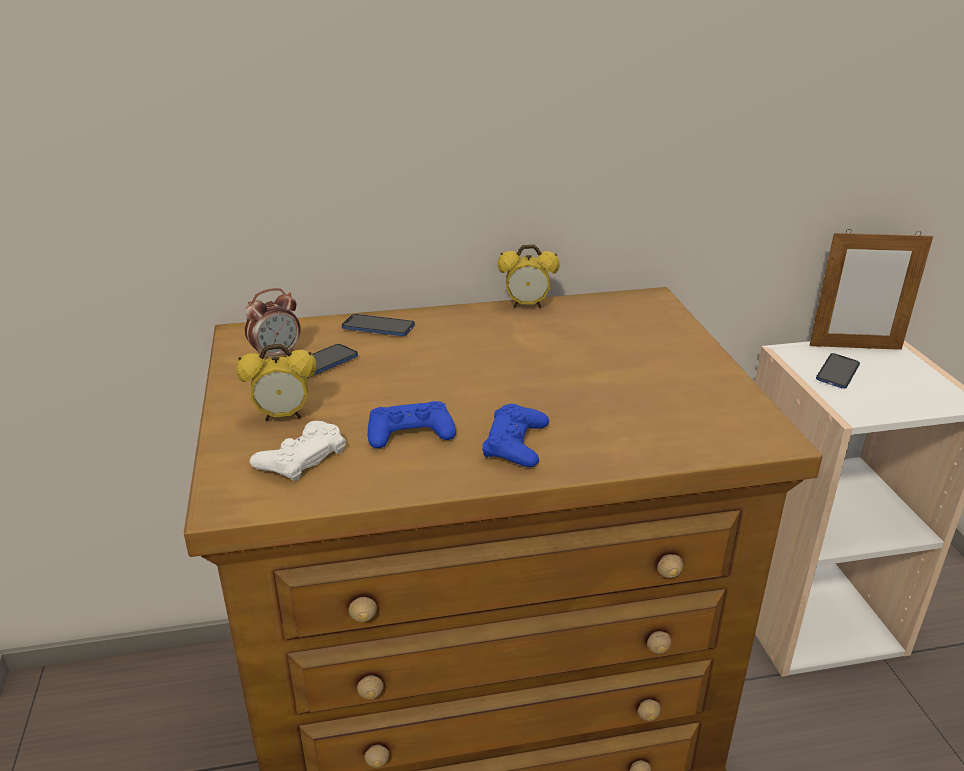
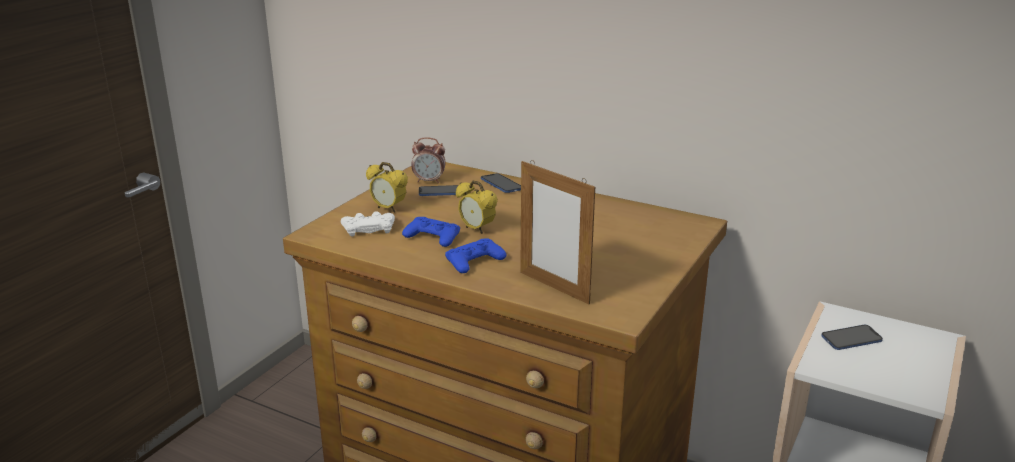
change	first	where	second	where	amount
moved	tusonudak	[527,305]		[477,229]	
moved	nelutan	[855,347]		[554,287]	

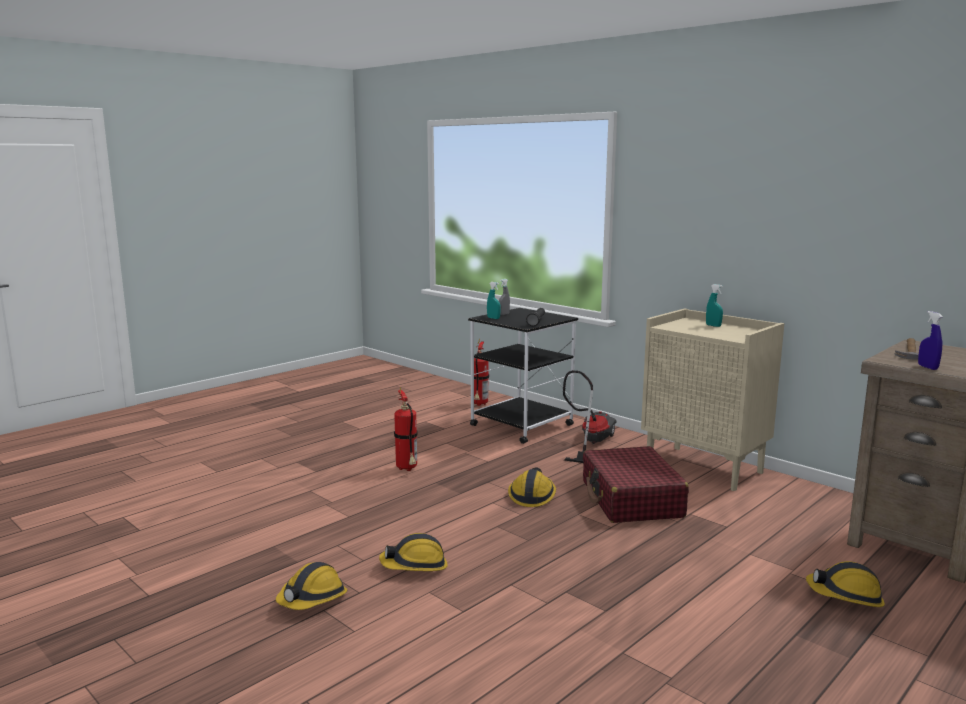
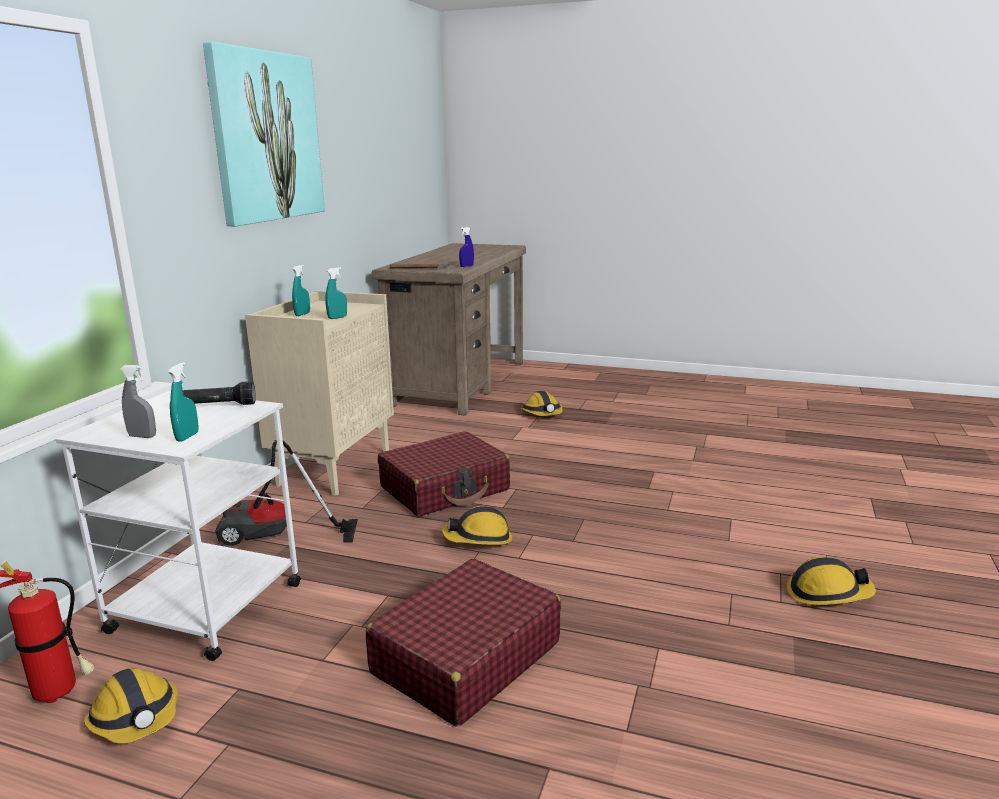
change	first	where	second	where	amount
recoloured	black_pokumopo	[522,426]	white_pokumopo	[208,605]	
moved	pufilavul	[415,566]		[136,719]	
added			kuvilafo	[266,137]	
added			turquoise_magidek	[337,317]	
replaced	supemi	[407,469]	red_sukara	[465,658]	

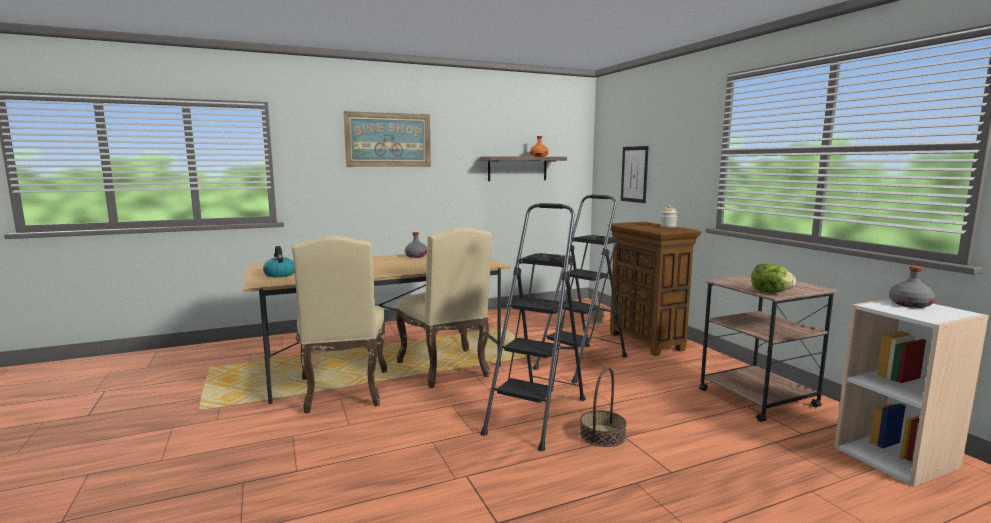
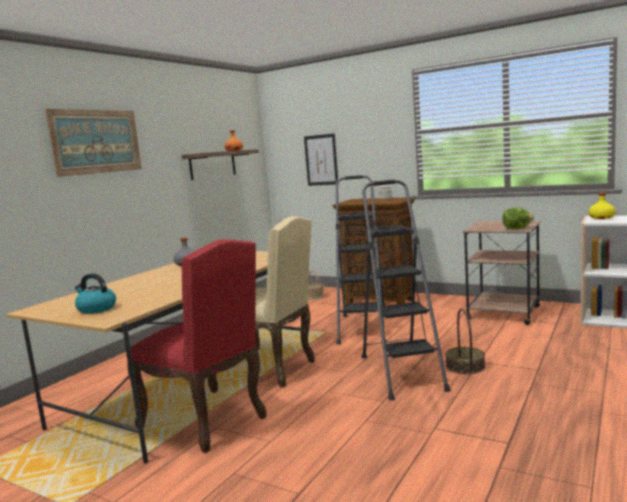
change	first	where	second	where	amount
recoloured	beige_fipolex	[343,392]	red_fipolex	[207,421]	
recoloured	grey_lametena	[909,304]	yellow_lametena	[601,218]	

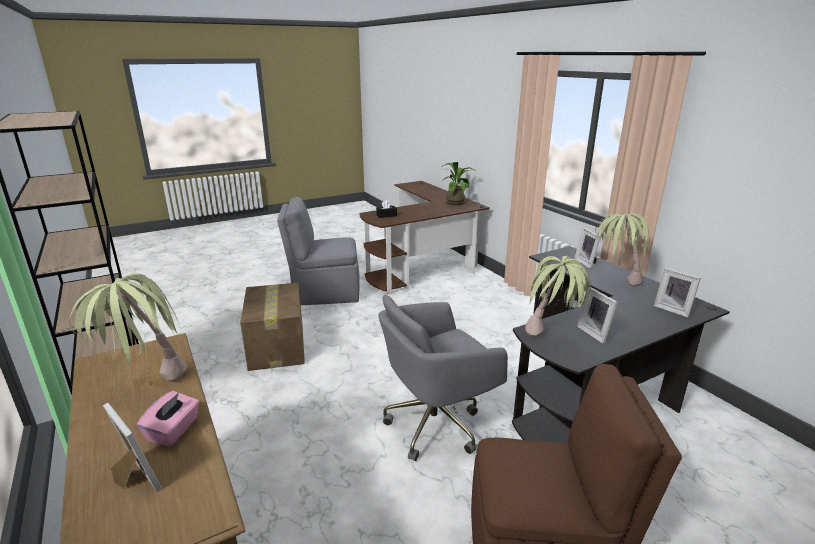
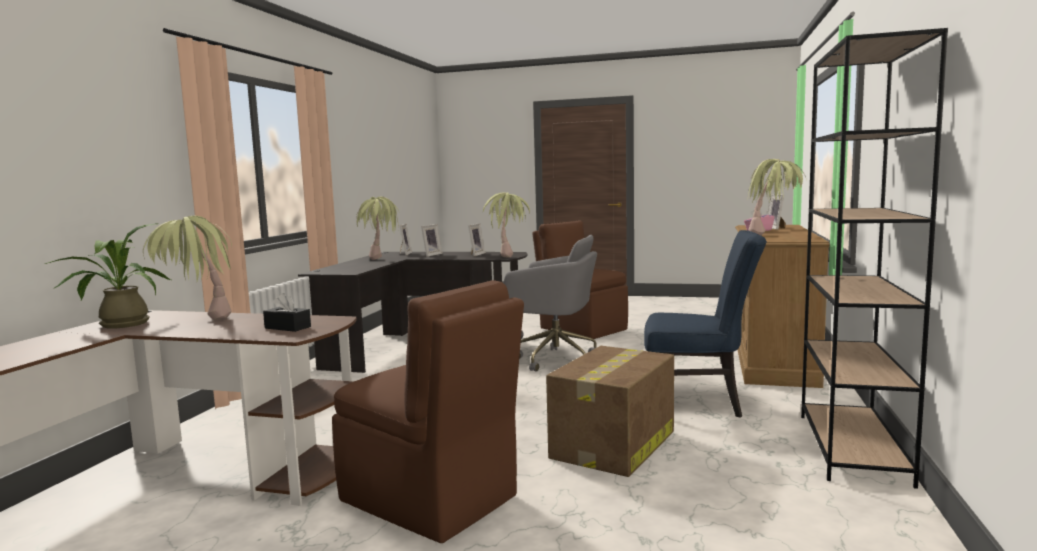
change	first	where	second	where	amount
added			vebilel	[198,324]	
recoloured	grey_fipolex	[324,293]	brown_fipolex	[431,500]	
moved	nelutan	[586,263]		[430,255]	
added			blue_fipolex	[700,402]	

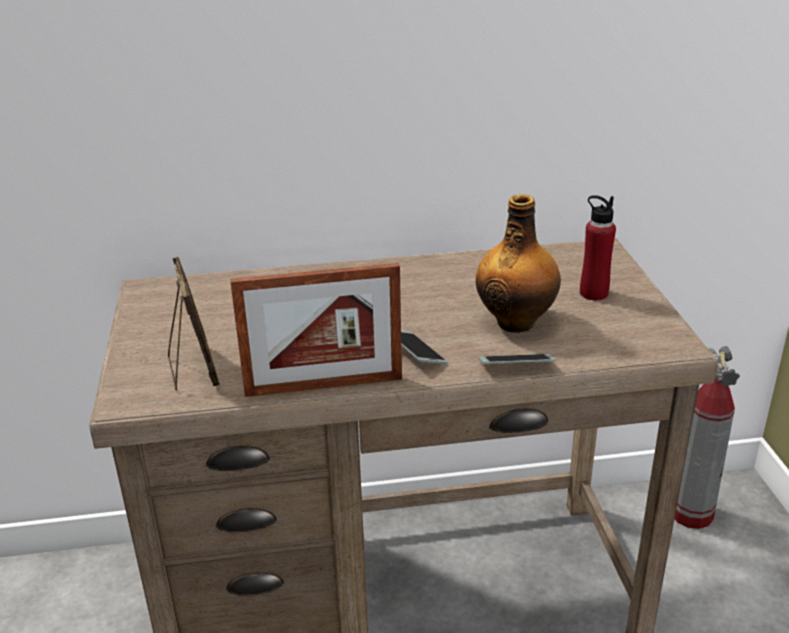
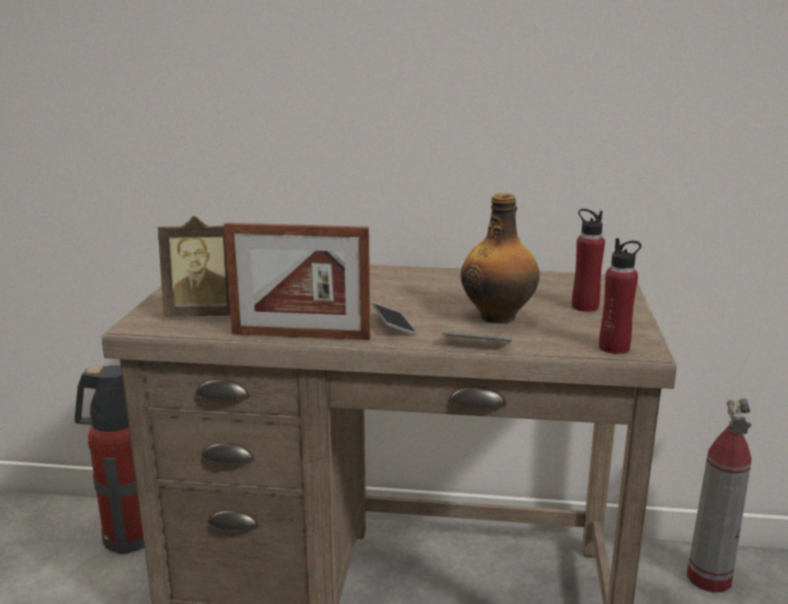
change	first	where	second	where	amount
added			supemi	[127,536]	
turned	nelutan	[193,371]		[204,314]	90 degrees clockwise
added			red_lametena	[614,348]	

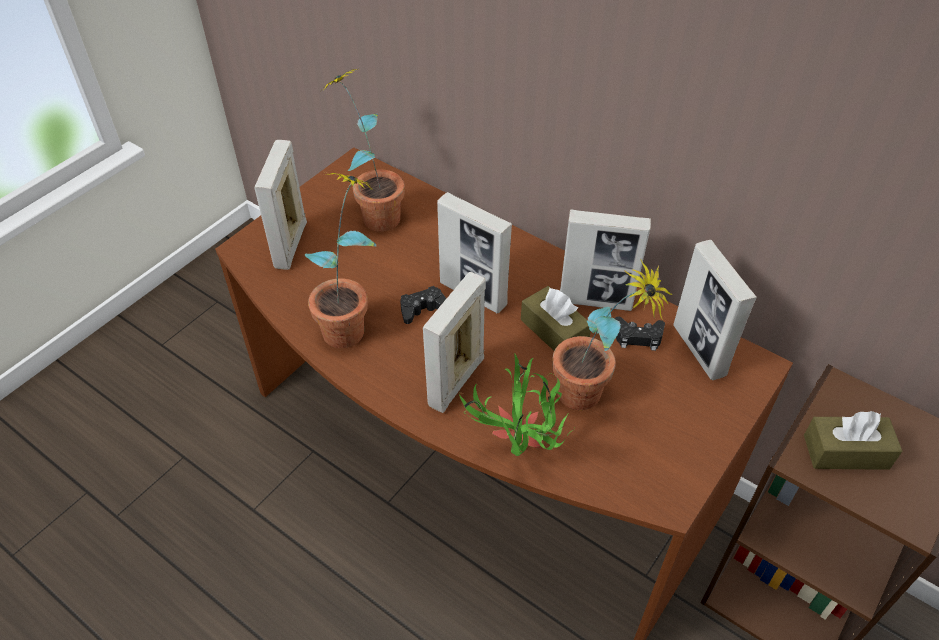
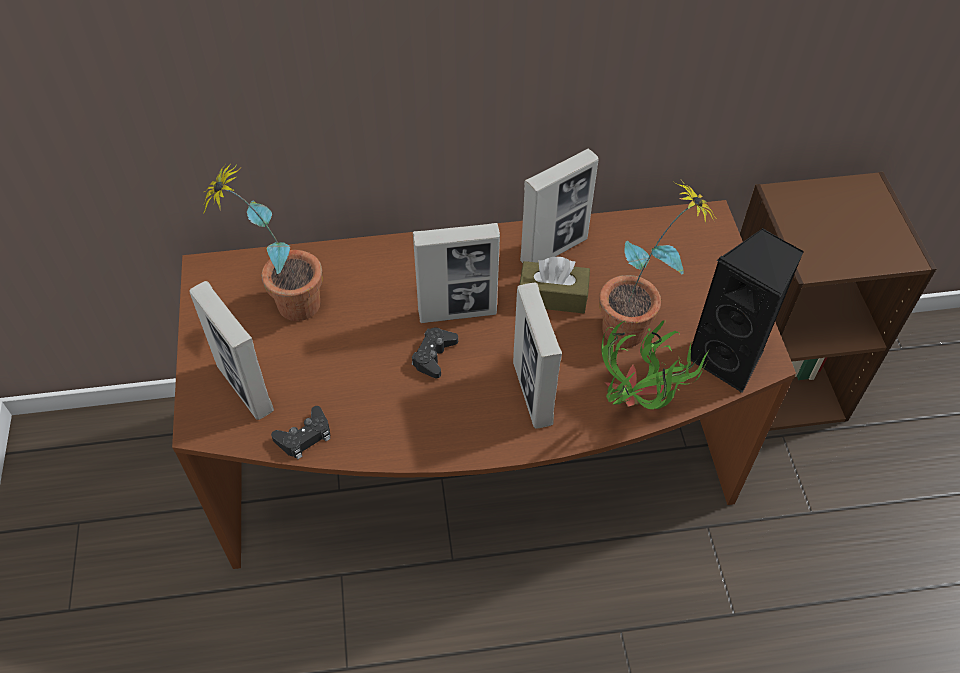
change	first	where	second	where	amount
moved	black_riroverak	[638,337]		[304,436]	
added			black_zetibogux	[729,359]	
removed	vebilel	[351,323]			
removed	nelutan	[699,350]			
removed	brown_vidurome	[846,452]			

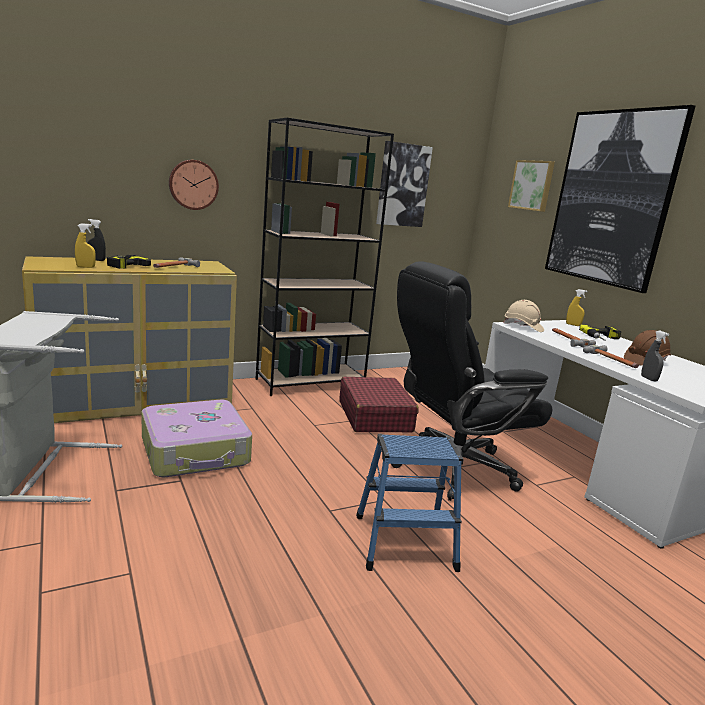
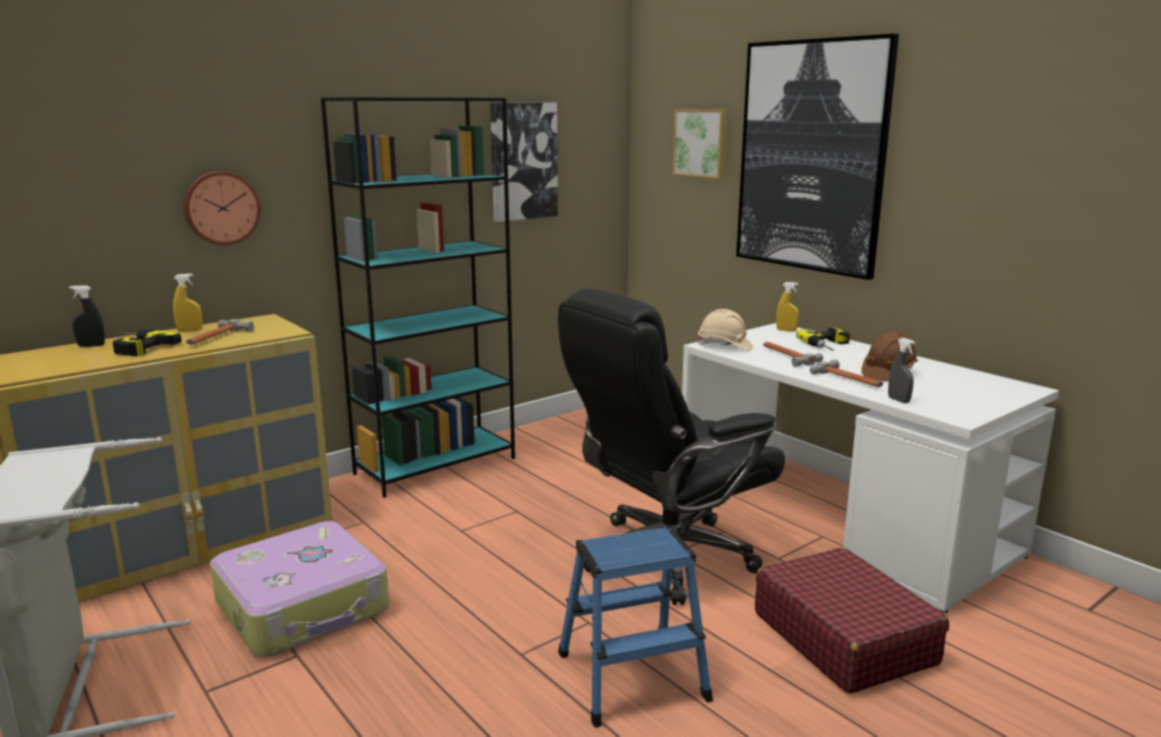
change	first	where	second	where	amount
moved	yellow_magidek	[85,267]		[190,330]	
recoloured	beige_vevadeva	[310,383]	turquoise_vevadeva	[436,465]	
moved	red_sukara	[375,416]		[843,637]	

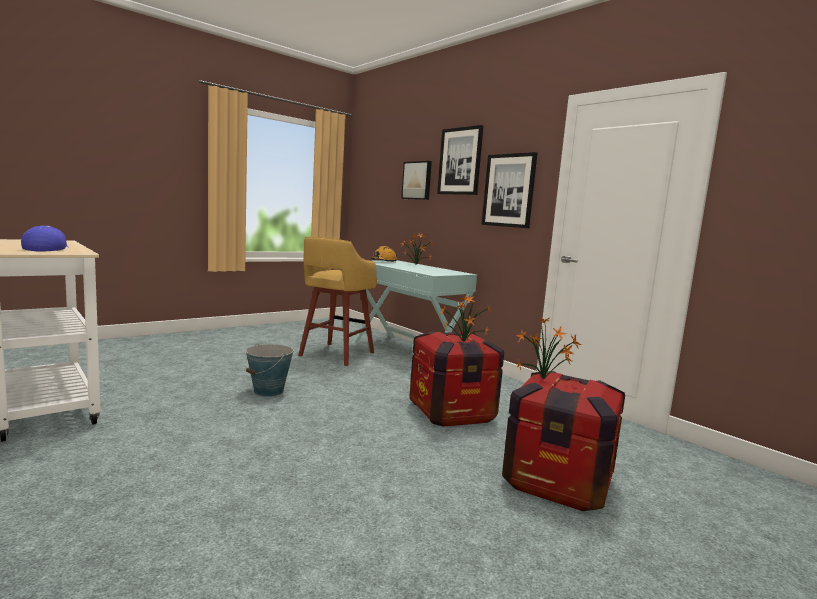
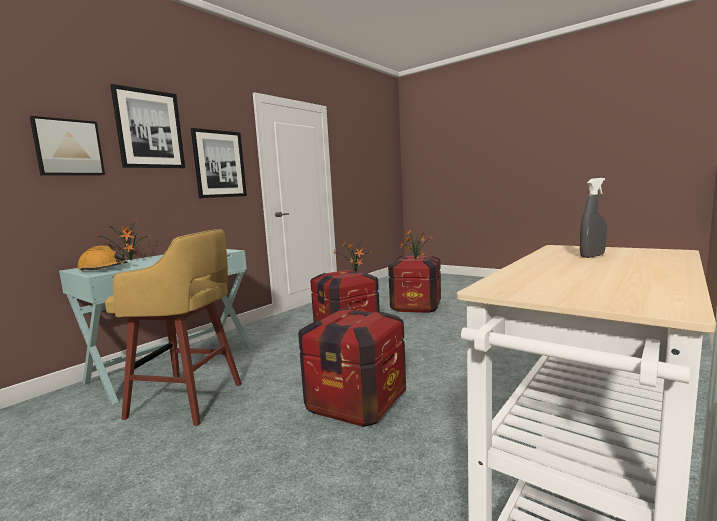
change	first	where	second	where	amount
replaced	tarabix	[269,391]	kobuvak	[356,402]	
replaced	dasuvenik	[47,249]	grey_magidek	[592,256]	

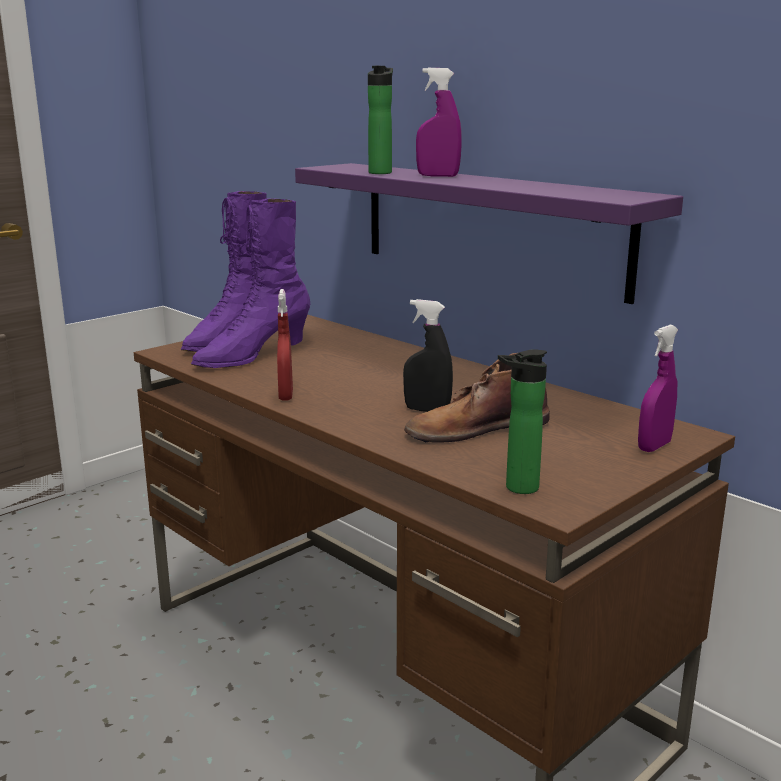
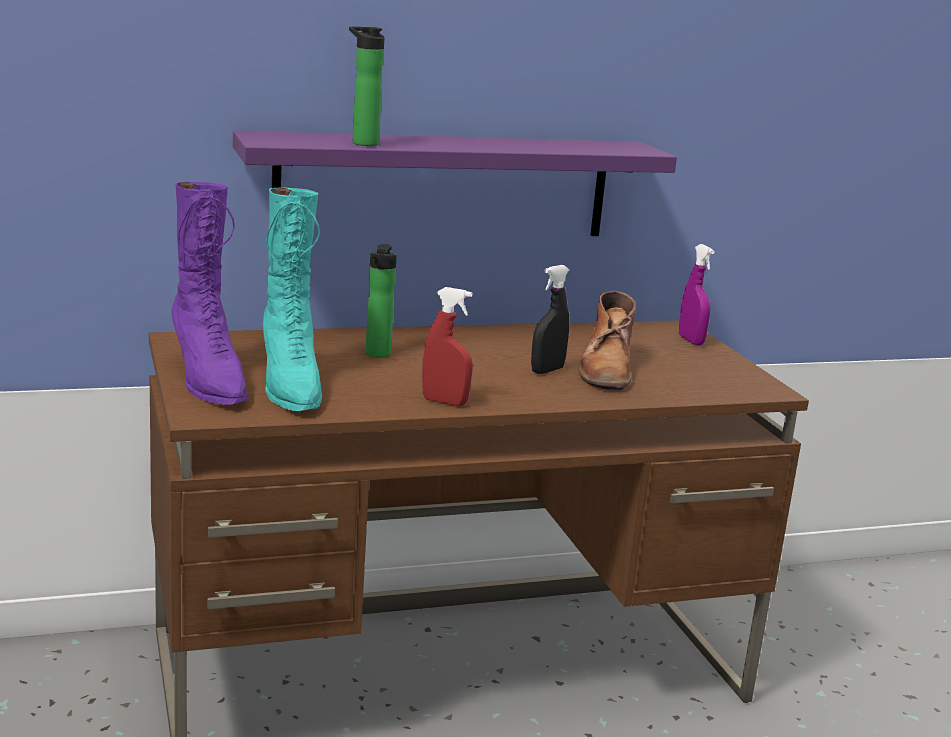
change	first	where	second	where	amount
recoloured	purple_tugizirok	[252,356]	turquoise_tugizirok	[290,386]	
moved	lametena	[517,488]		[377,355]	
removed	purple_magidek	[438,176]			

